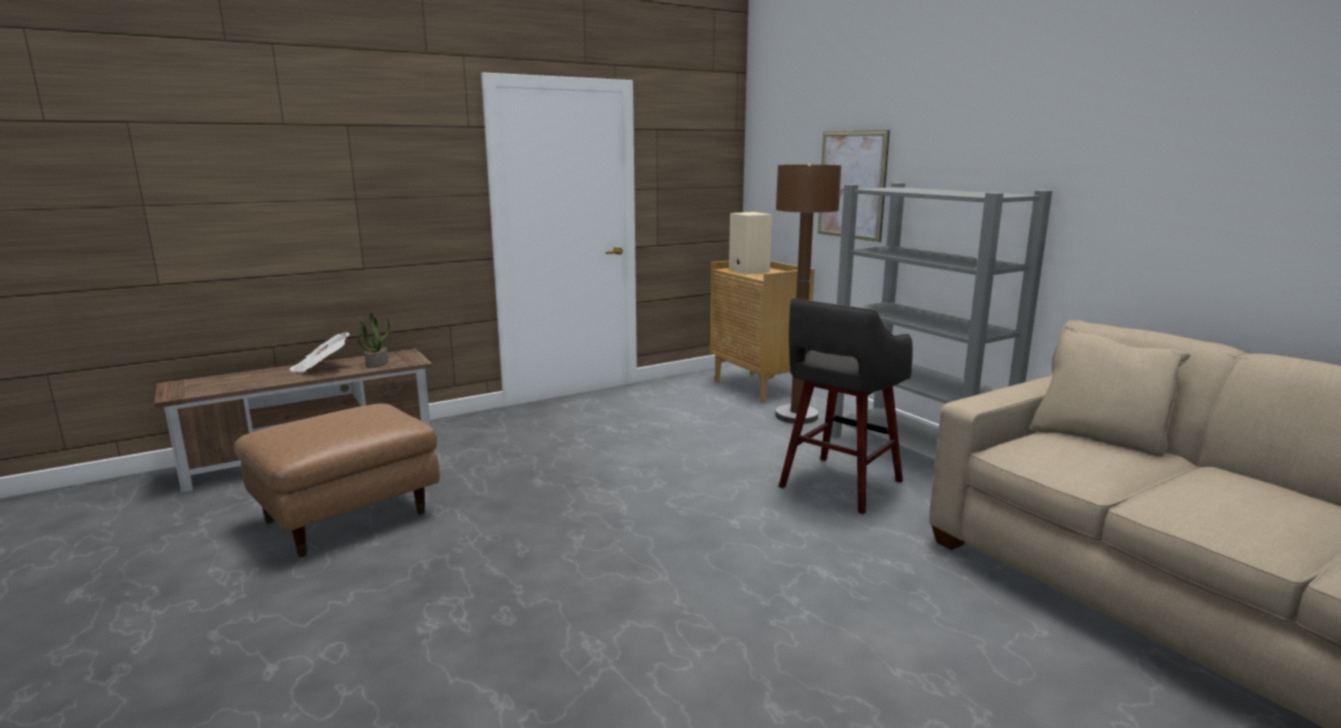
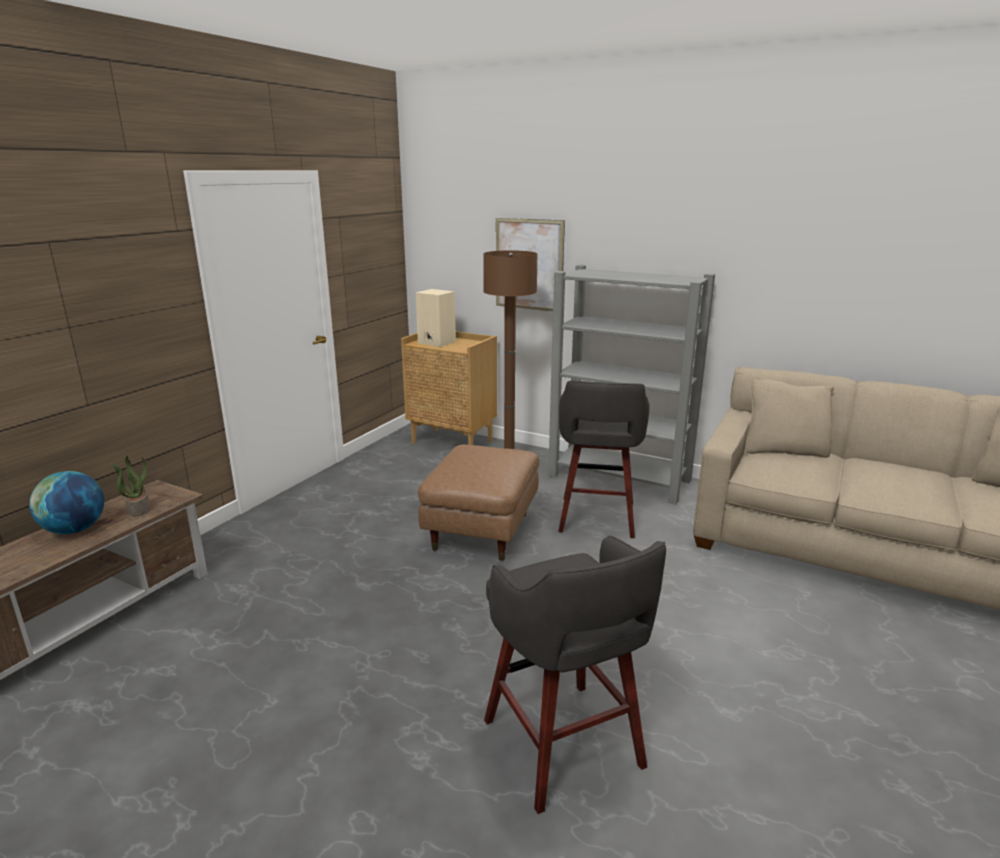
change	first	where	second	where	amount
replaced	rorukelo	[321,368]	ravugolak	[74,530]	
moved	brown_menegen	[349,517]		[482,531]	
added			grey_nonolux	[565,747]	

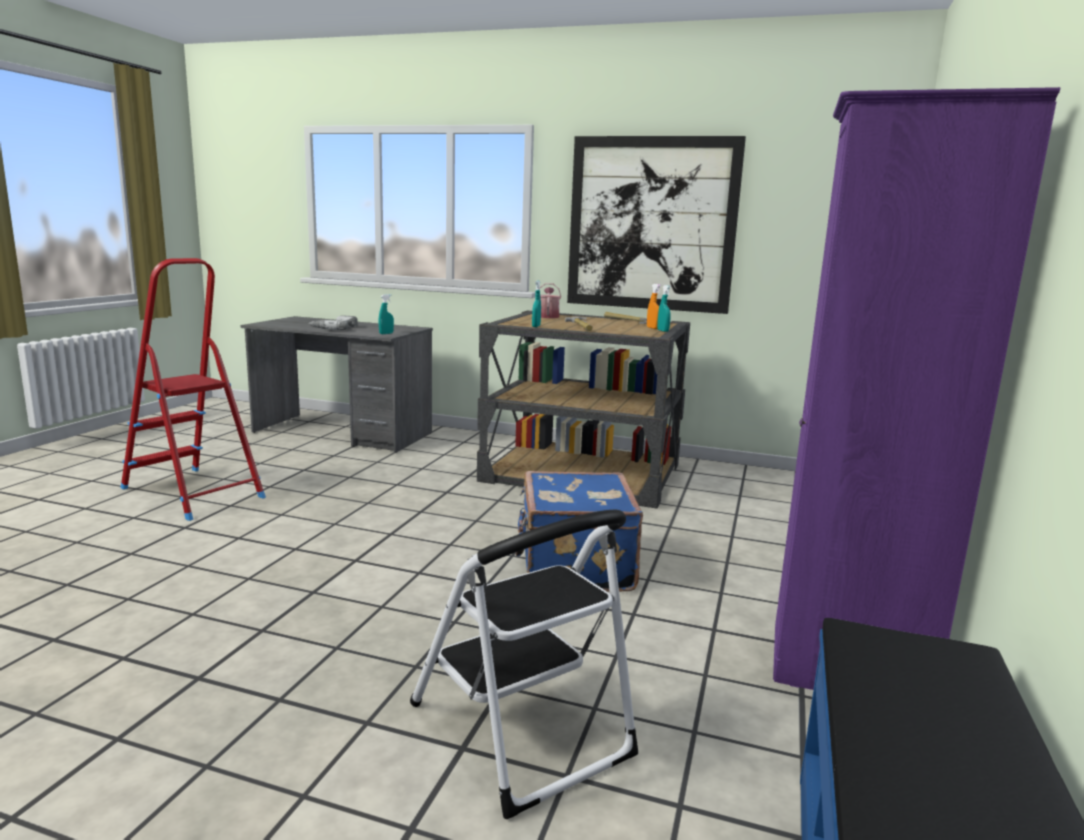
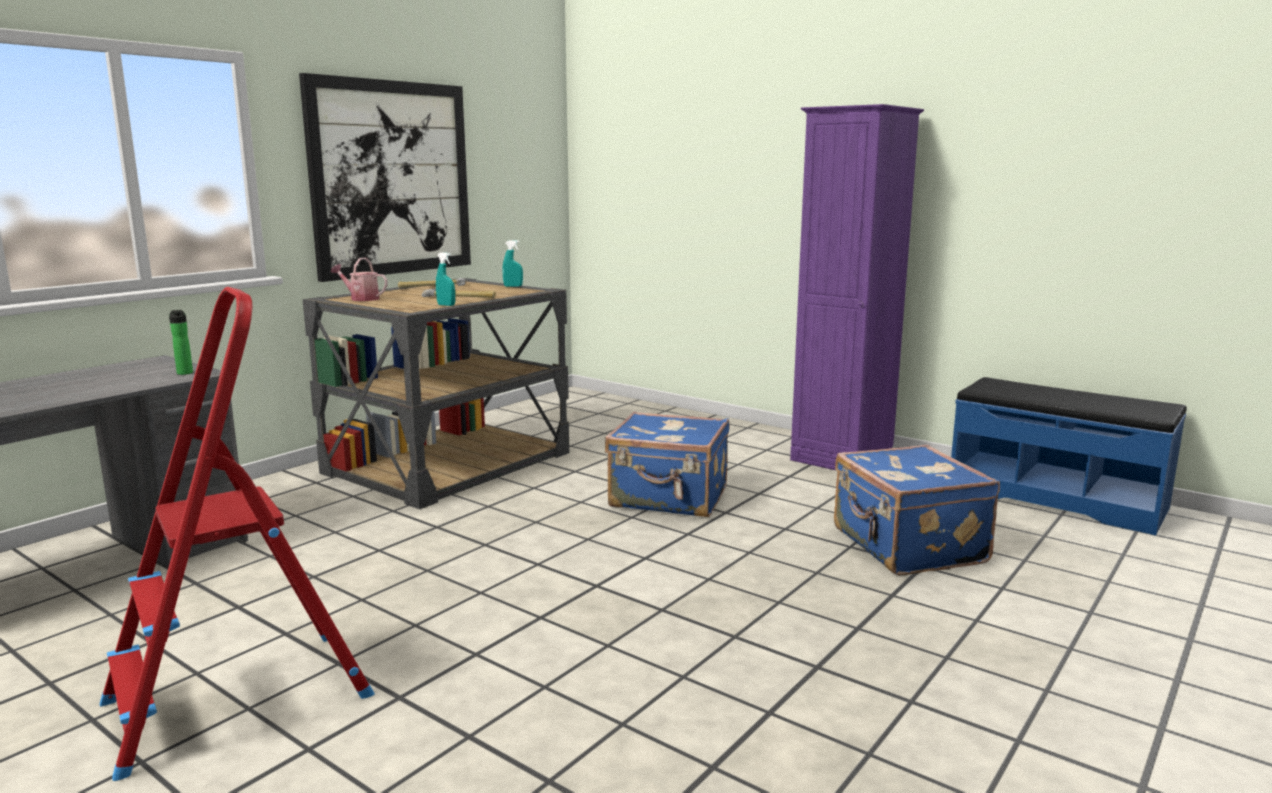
change	first	where	second	where	amount
replaced	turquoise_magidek	[386,333]	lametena	[185,372]	
replaced	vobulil	[523,733]	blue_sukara	[906,547]	
removed	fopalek	[334,328]			
removed	orange_magidek	[652,328]			

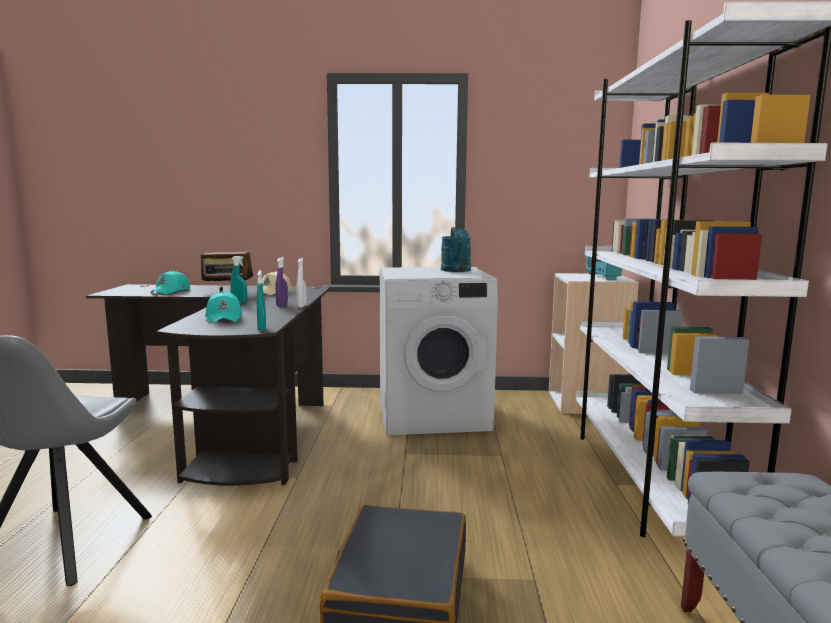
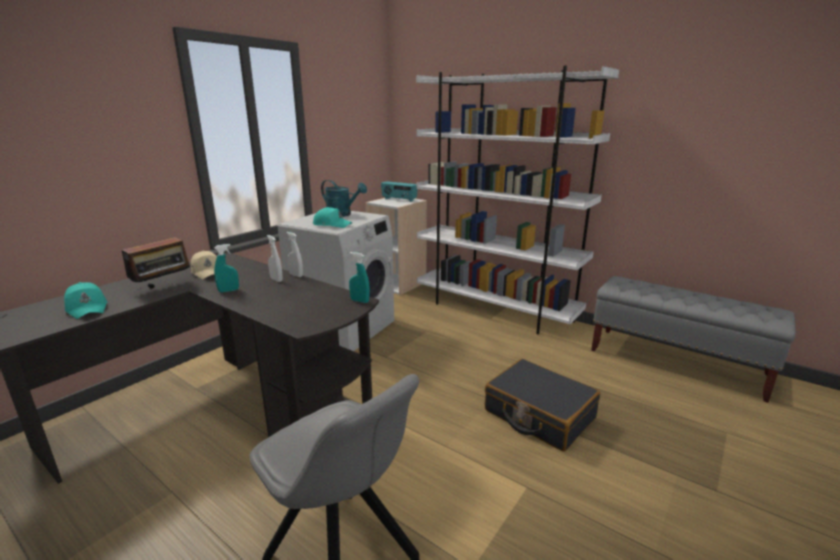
change	first	where	second	where	amount
recoloured	purple_magidek	[282,305]	white_magidek	[276,280]	
moved	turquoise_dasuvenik	[224,318]		[332,224]	

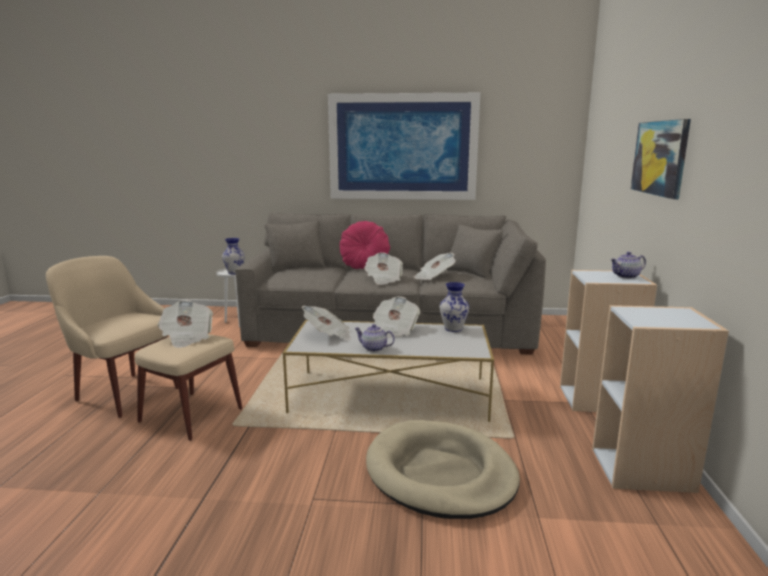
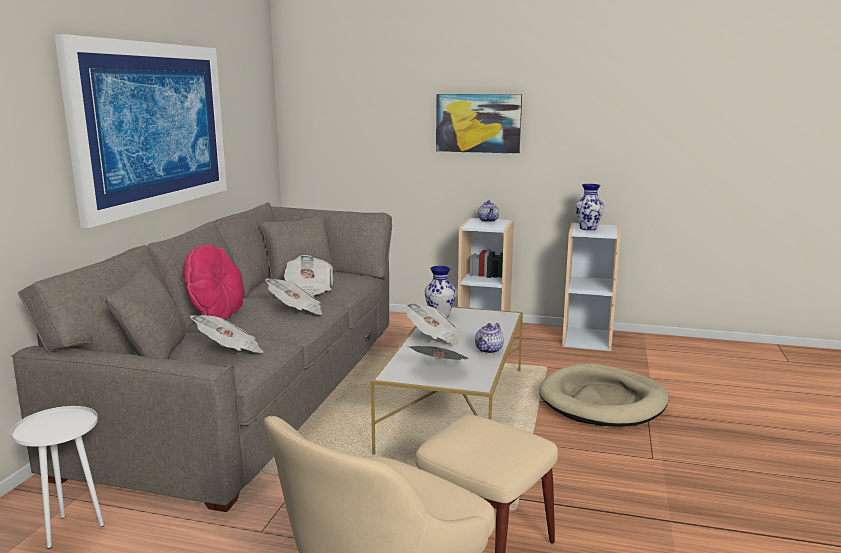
change	first	where	second	where	amount
moved	rorukelo	[187,337]		[230,351]	
moved	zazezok	[234,273]		[588,228]	

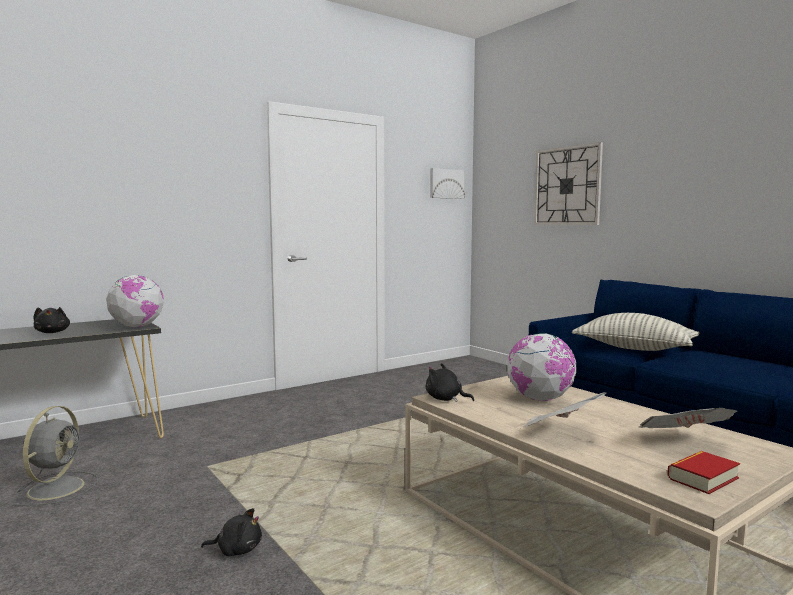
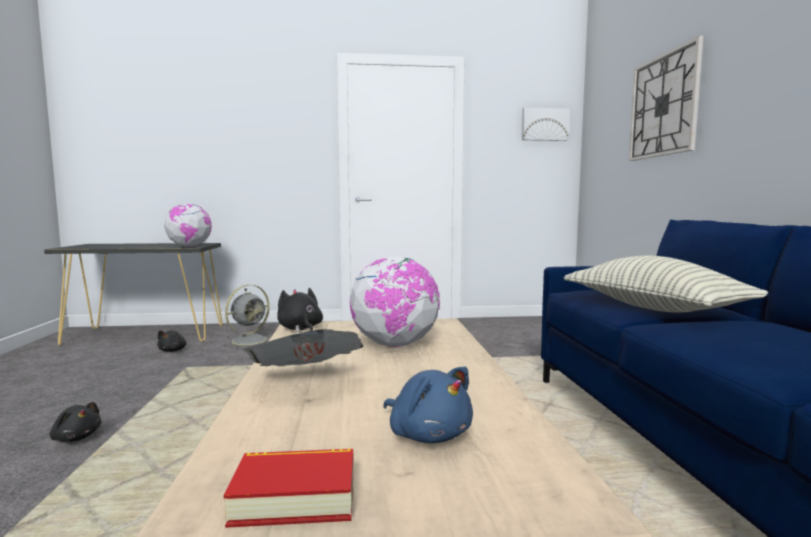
change	first	where	second	where	amount
moved	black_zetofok	[52,332]		[173,350]	
moved	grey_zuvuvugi	[57,487]		[250,340]	
replaced	rorukelo	[683,442]	blue_zetofok	[428,434]	

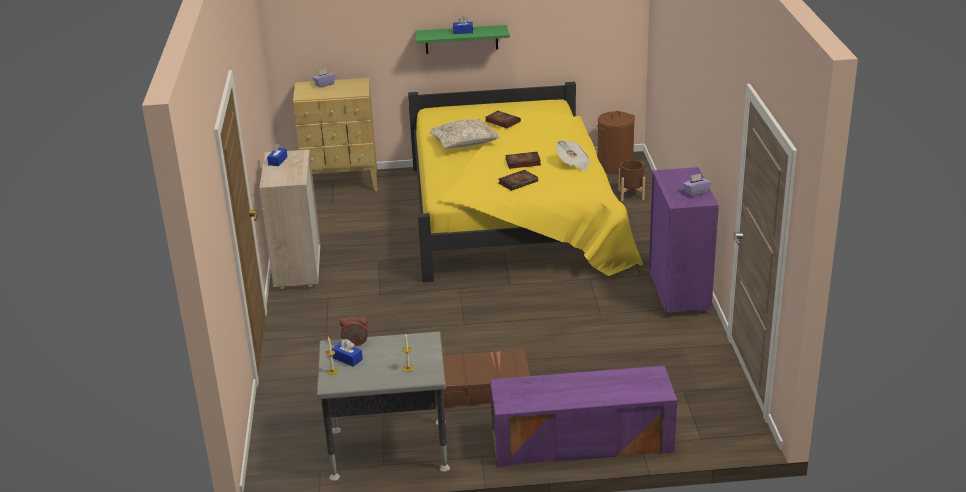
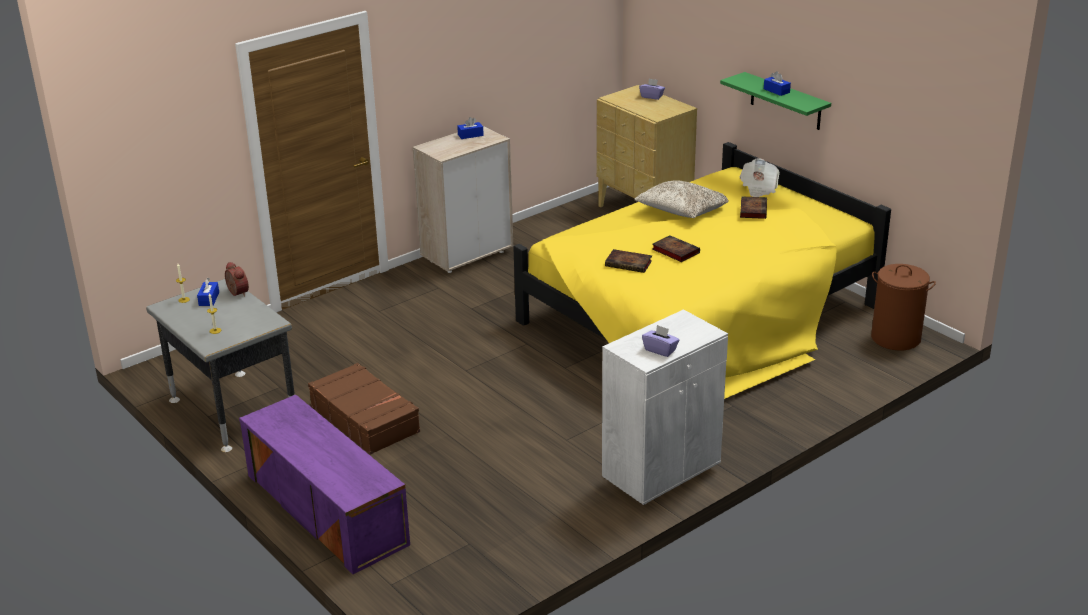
change	first	where	second	where	amount
recoloured	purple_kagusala	[679,295]	white_kagusala	[660,477]	
moved	rorukelo	[573,164]		[758,188]	
removed	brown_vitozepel	[631,195]			

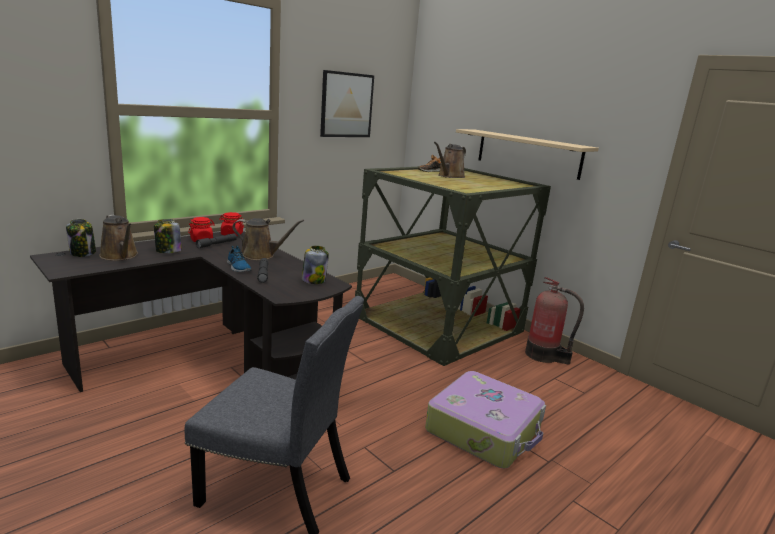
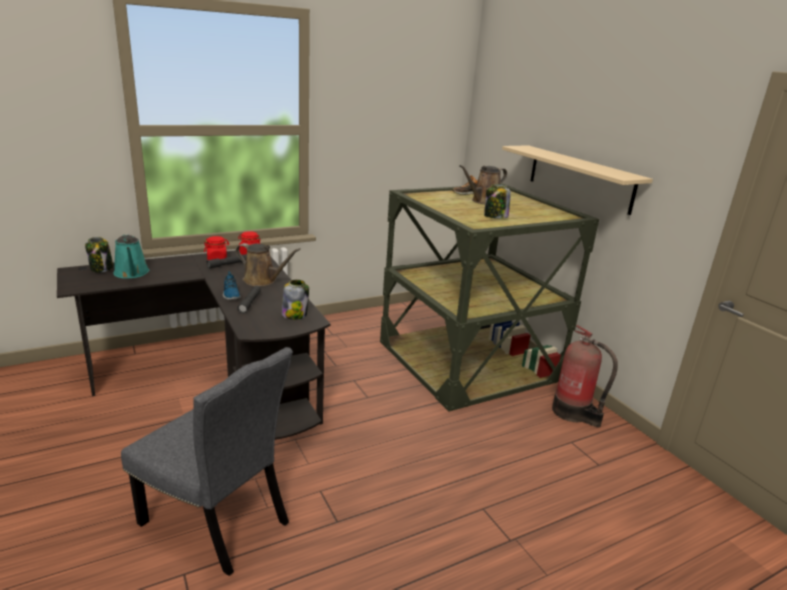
change	first	where	second	where	amount
recoloured	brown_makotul	[120,256]	turquoise_makotul	[132,273]	
moved	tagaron	[168,251]		[495,217]	
removed	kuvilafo	[346,105]			
removed	sukara	[484,430]			

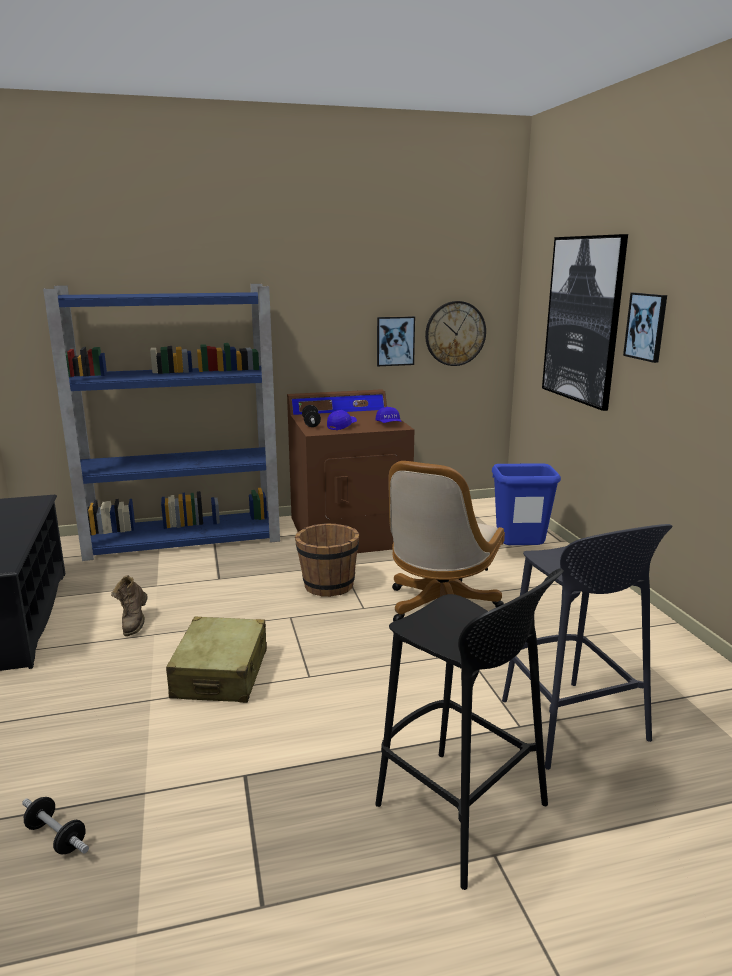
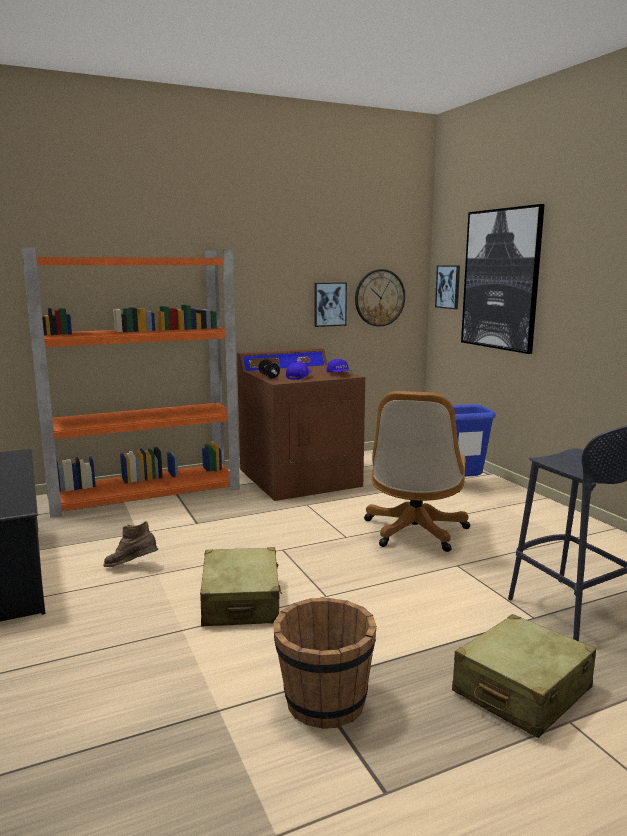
change	first	where	second	where	amount
recoloured	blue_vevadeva	[184,538]	orange_vevadeva	[145,492]	
turned	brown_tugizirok	[134,623]		[132,566]	105 degrees clockwise
moved	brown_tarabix	[328,586]		[324,702]	
moved	kuvilafo	[646,326]		[448,286]	
replaced	black_nonolux	[460,812]	beige_sukara	[521,691]	
removed	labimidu	[56,837]			

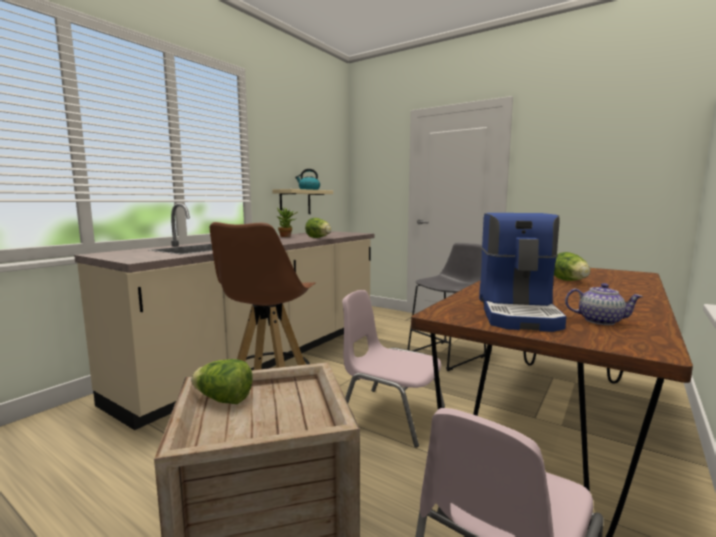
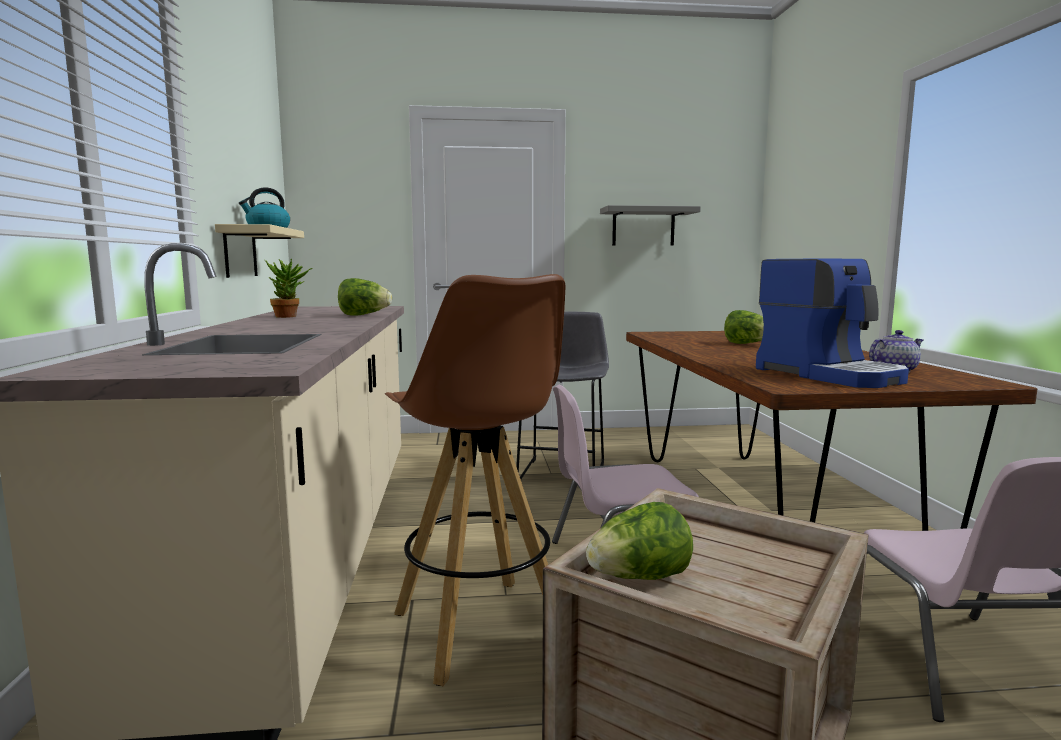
change	first	where	second	where	amount
added			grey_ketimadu	[643,227]	

